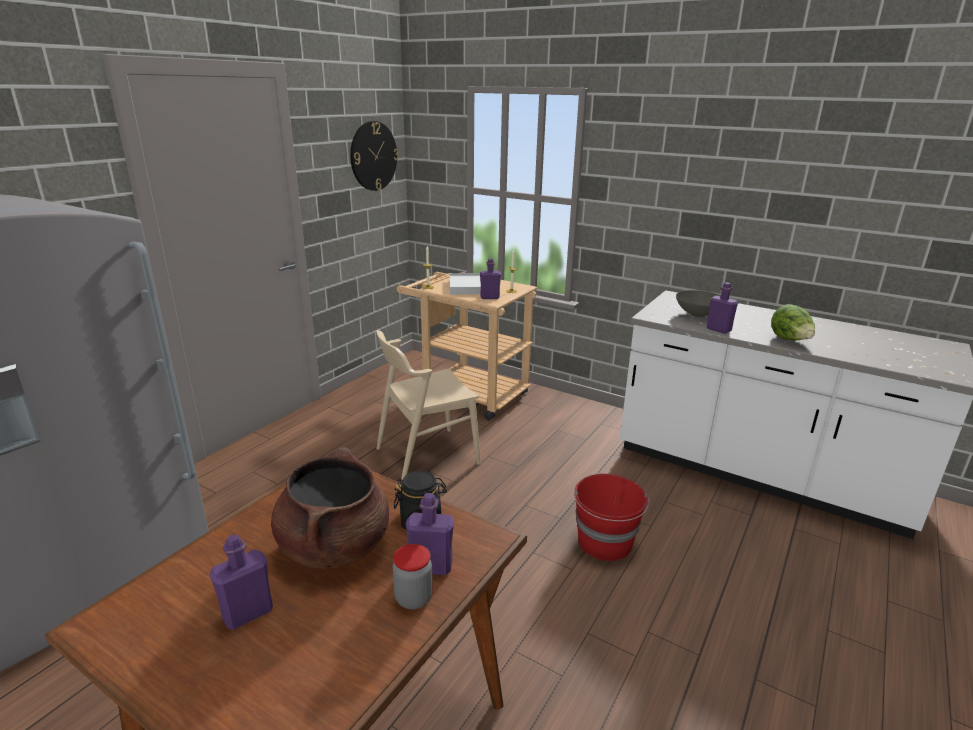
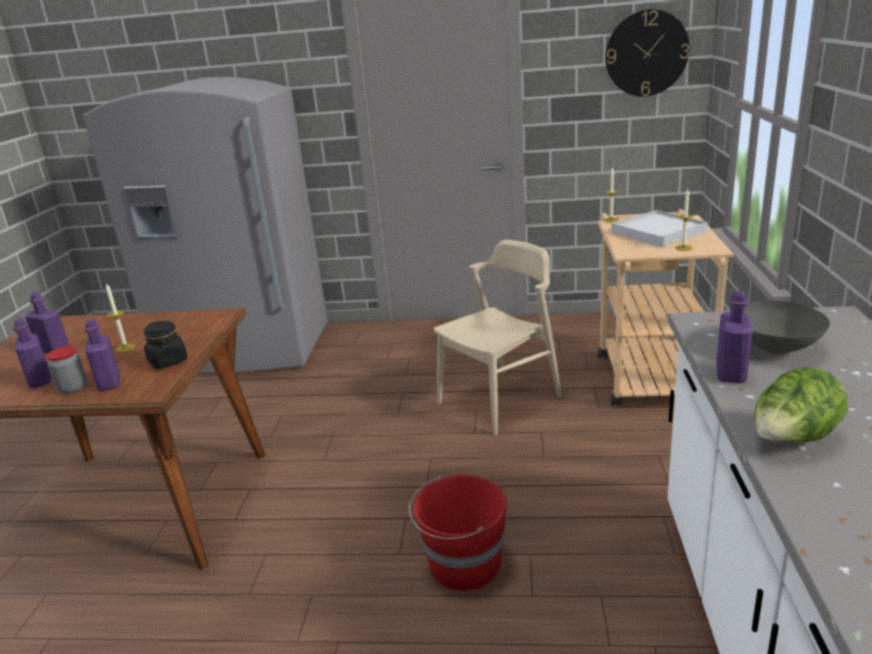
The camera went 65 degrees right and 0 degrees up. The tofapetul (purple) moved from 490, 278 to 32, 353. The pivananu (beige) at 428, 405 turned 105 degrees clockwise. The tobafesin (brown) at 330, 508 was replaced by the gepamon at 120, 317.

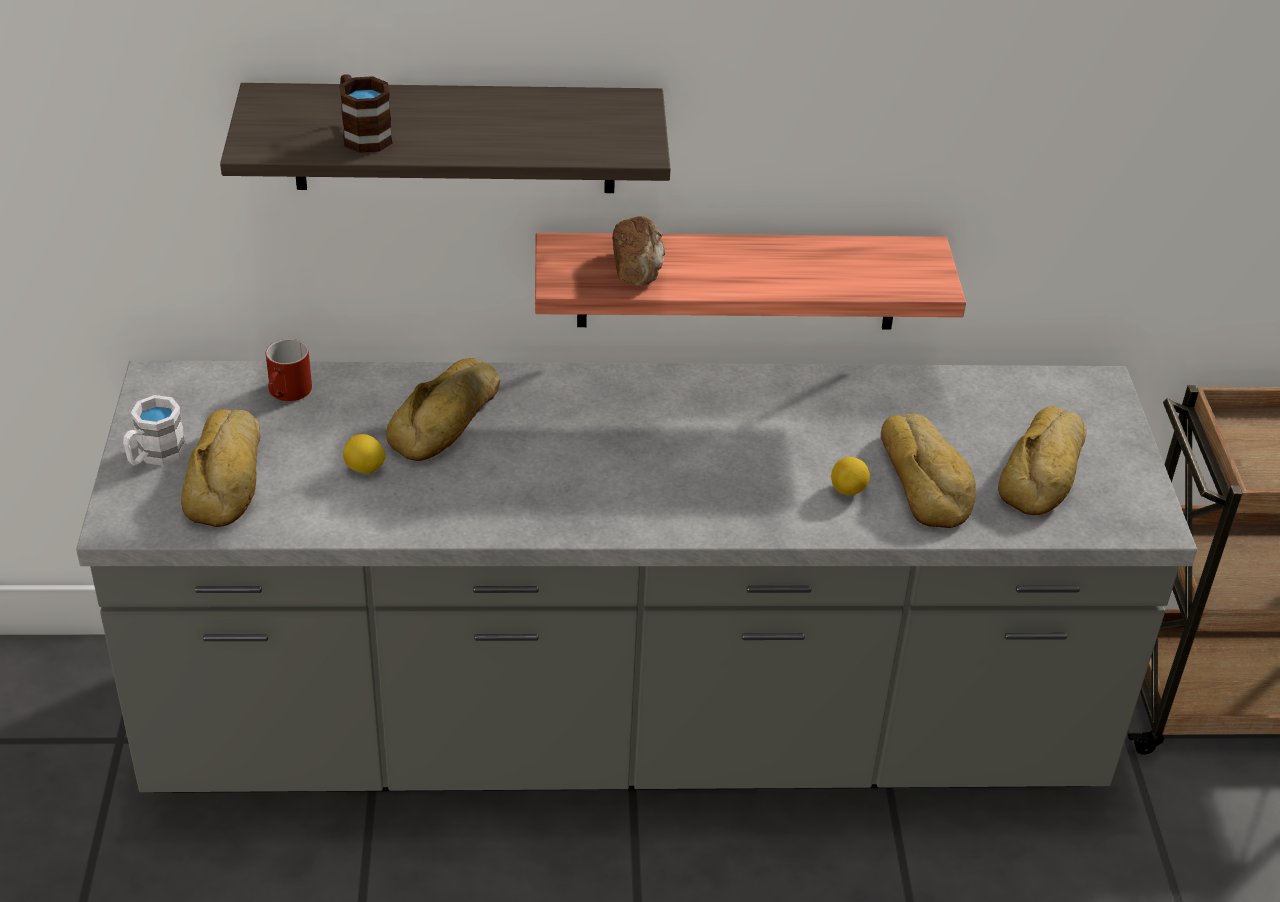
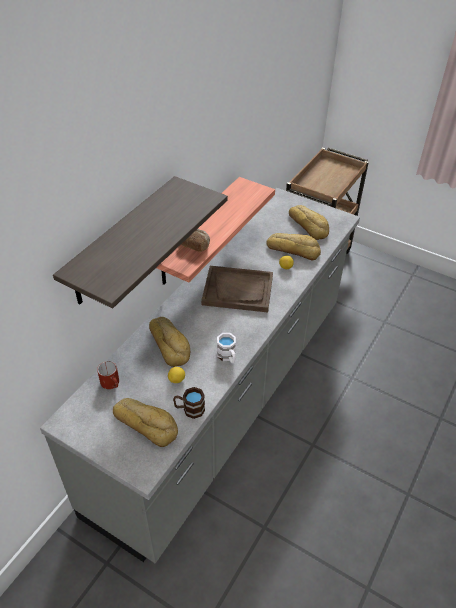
The camera went 55 degrees left and 5 degrees up. The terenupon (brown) moved from 365, 113 to 189, 403. The terenupon (white) moved from 155, 430 to 226, 348. The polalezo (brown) at 237, 289 appeared.

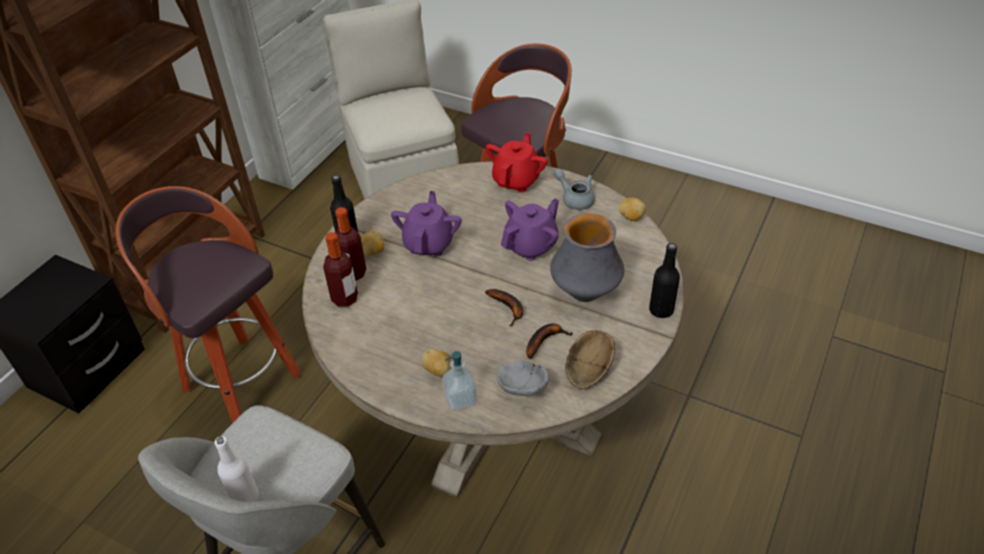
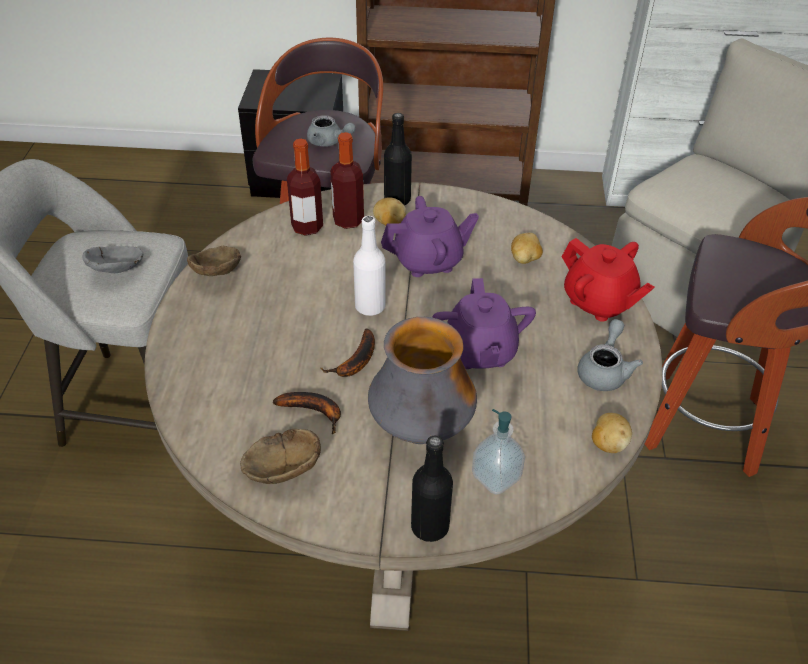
The camera went 65 degrees right and 0 degrees up. The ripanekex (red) at 517, 162 turned 45 degrees clockwise. The ripanekex (purple) at 530, 229 turned 60 degrees clockwise. The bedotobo moved from 436, 362 to 527, 248. The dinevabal moved from 459, 381 to 498, 452. The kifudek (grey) moved from 523, 378 to 112, 259. The tofapetul (white) moved from 236, 469 to 369, 266. The ripanekex (grey) at 331, 131 appeared. The kifudek (brown) at 214, 261 appeared.

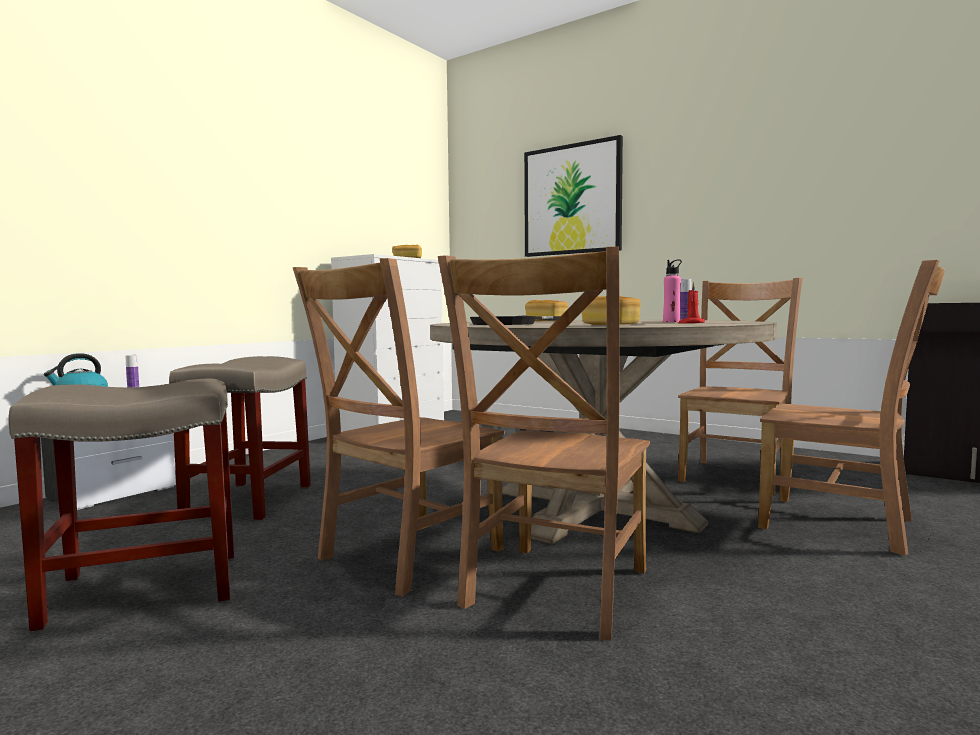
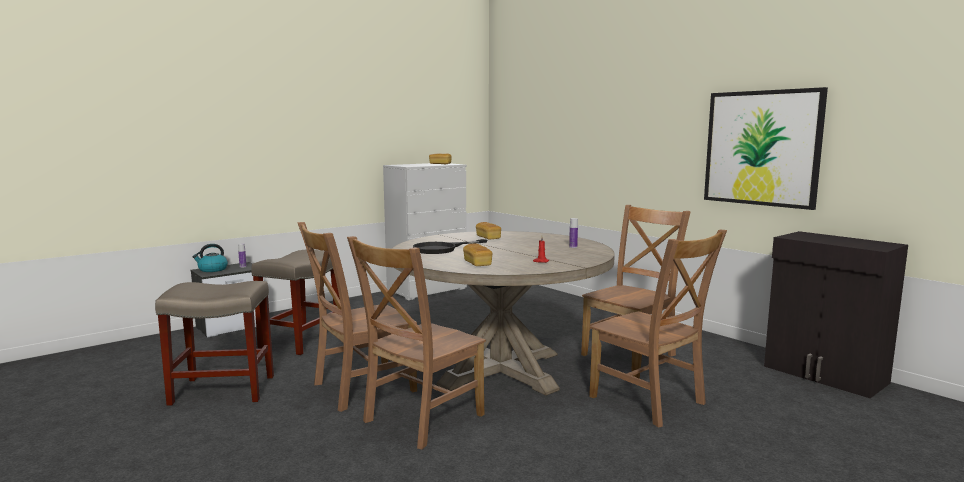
The camera went 15 degrees right and 5 degrees up. The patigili moved from 573, 196 to 766, 148. The tofapetul (pink) at 672, 290 disappeared.

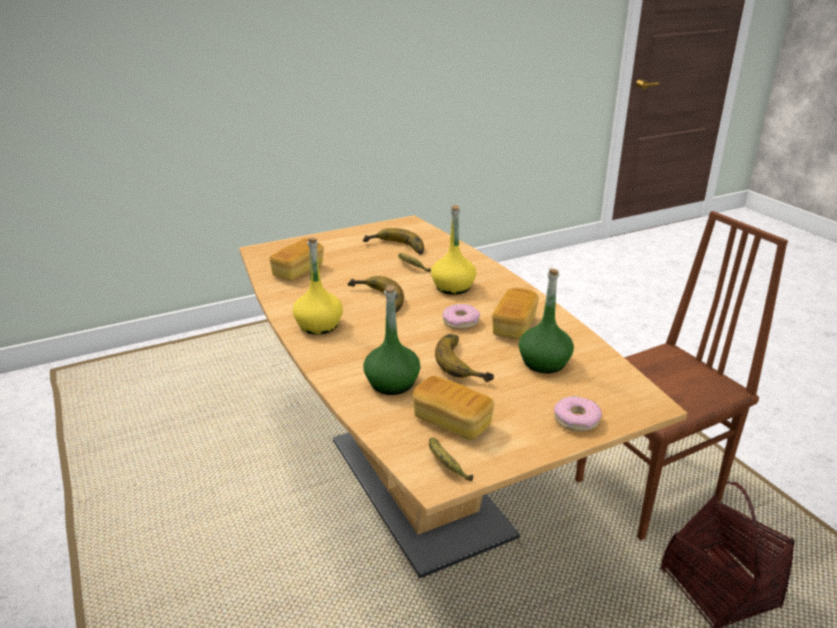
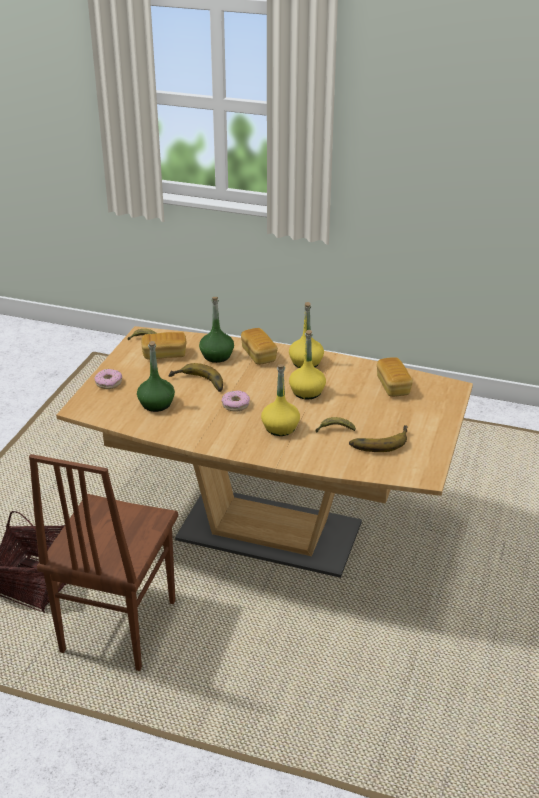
The camera went 135 degrees right and 5 degrees up. The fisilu at 375, 294 was replaced by the tofapetul (yellow) at 307, 364. The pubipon moved from 515, 314 to 259, 346.

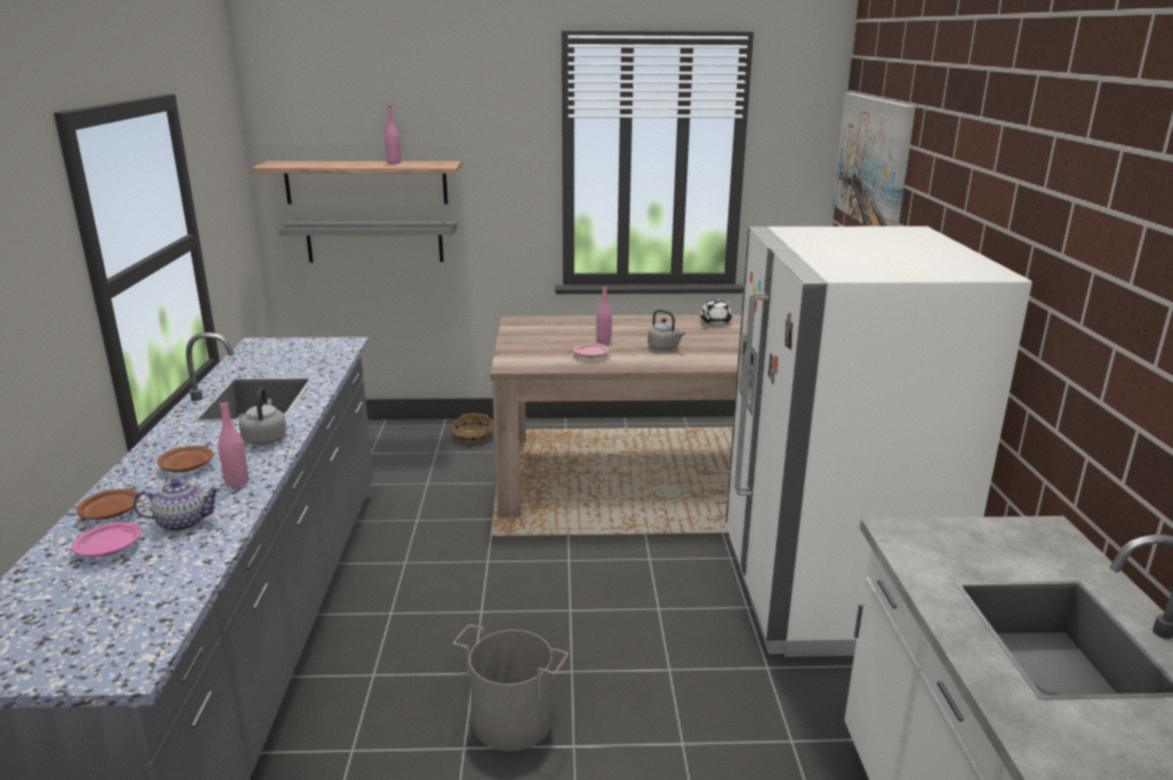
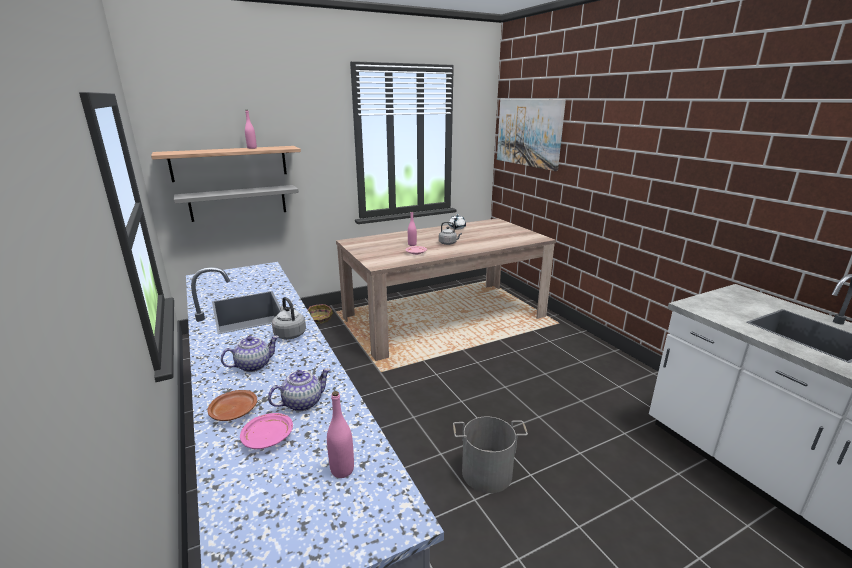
The camera went 25 degrees left and 0 degrees up. The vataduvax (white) at 879, 441 disappeared. The tofapetul (pink) moved from 233, 443 to 340, 434. The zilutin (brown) at 185, 459 was replaced by the ripanekex at 250, 354.

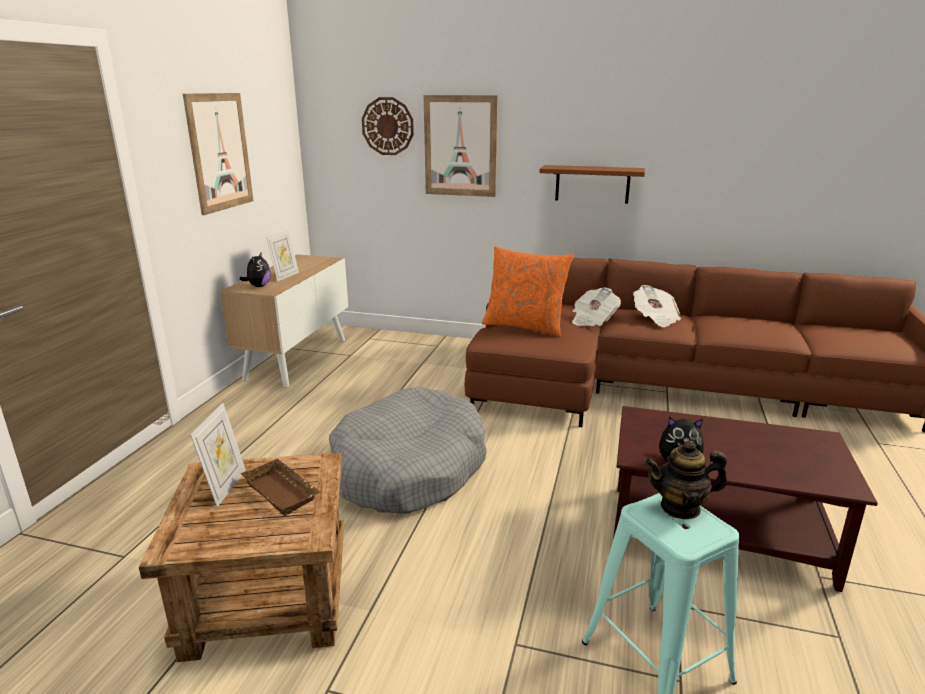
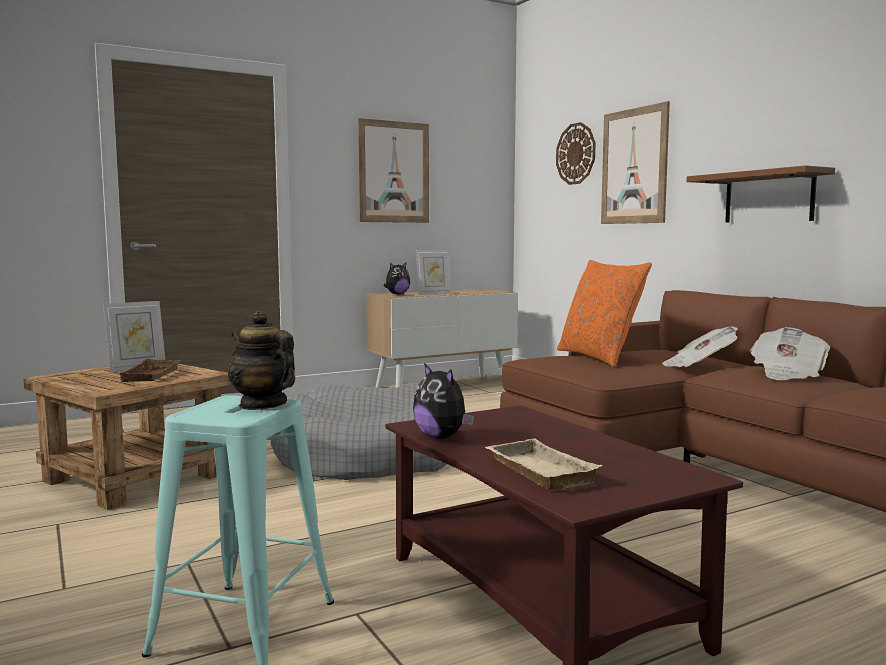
The camera went 45 degrees right and 15 degrees down. The polalezo (beige) at 543, 464 appeared.

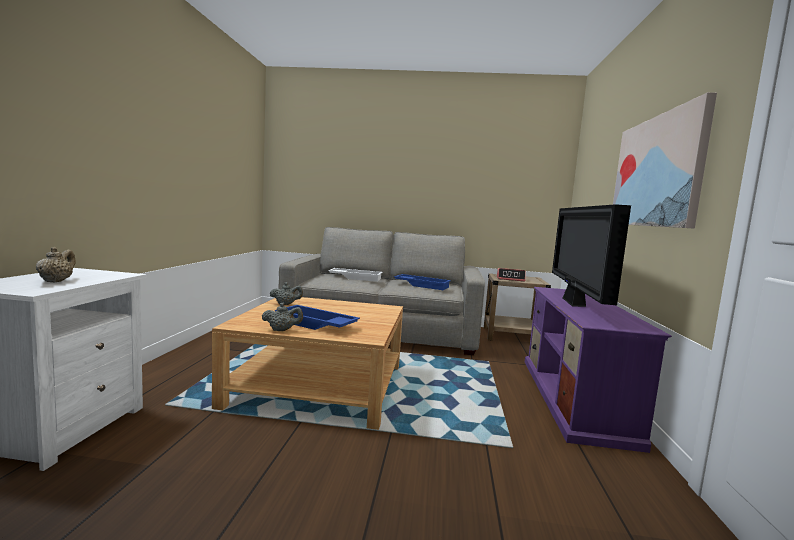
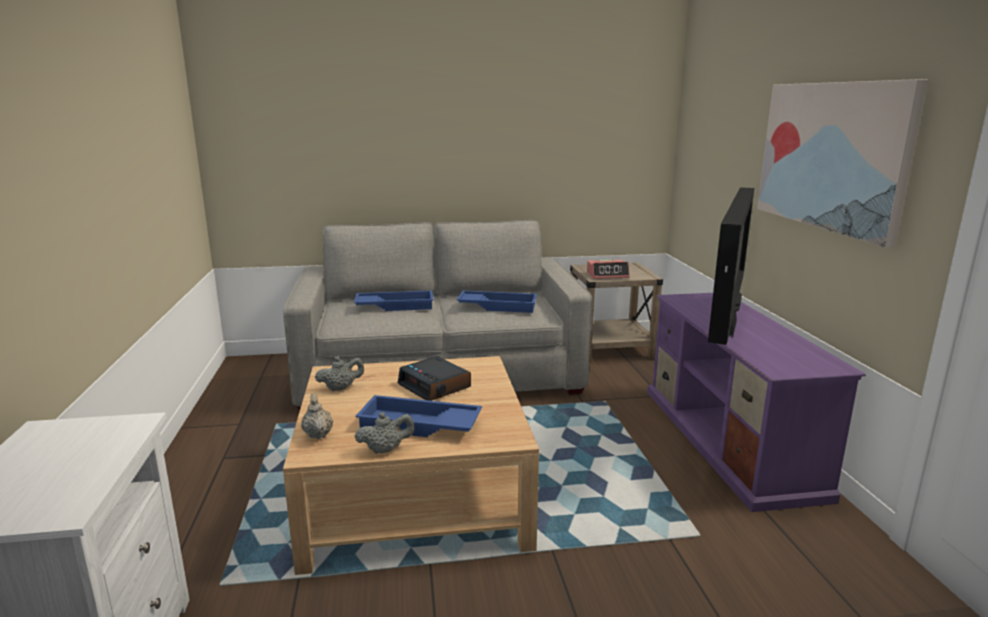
The camera went 15 degrees left and 10 degrees up. The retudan at 591, 255 turned 150 degrees counterclockwise. The ripanekex (beige) moved from 56, 265 to 317, 416. The polalezo (white) at 355, 275 became the polalezo (blue) at 394, 301. The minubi at 434, 378 appeared.

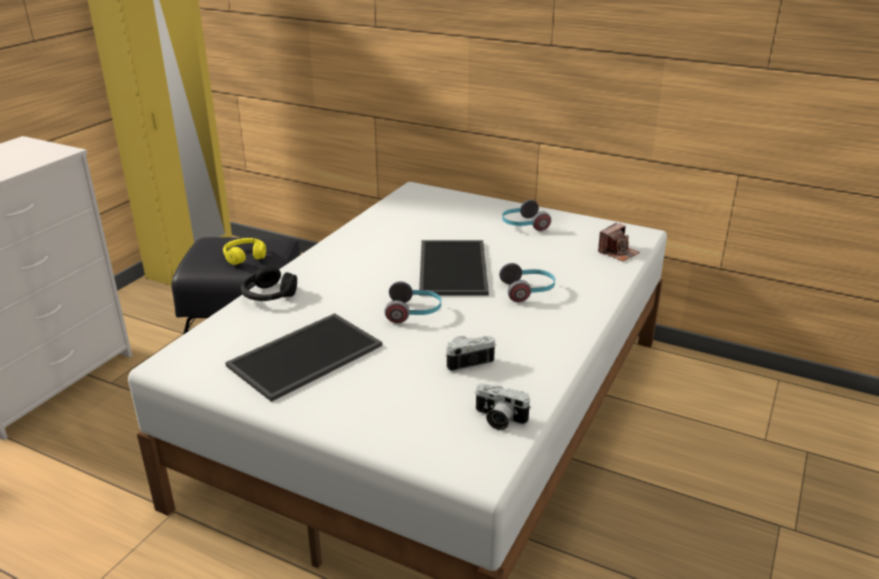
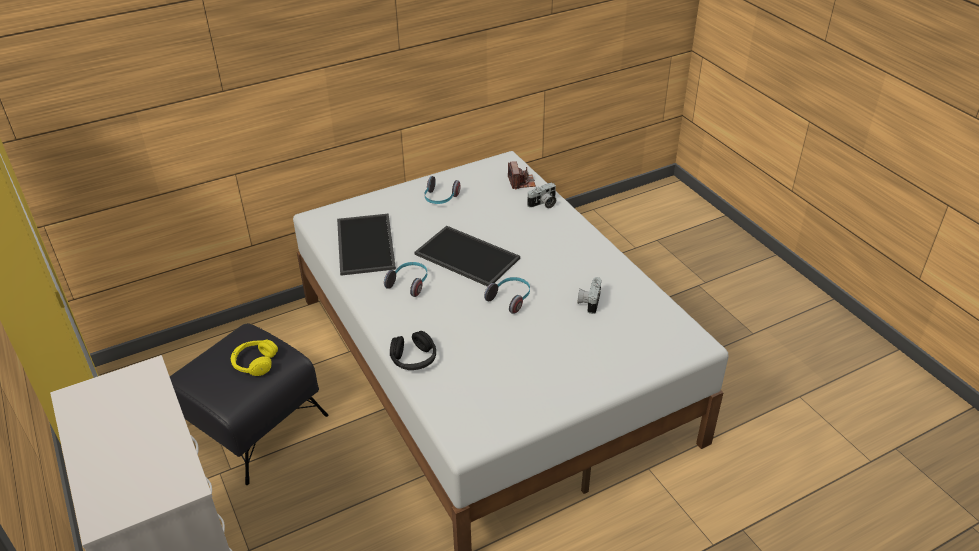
The camera went 55 degrees left and 10 degrees up. The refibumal moved from 527, 282 to 405, 279. The polalezo moved from 303, 357 to 366, 244. The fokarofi moved from 503, 406 to 541, 195.

